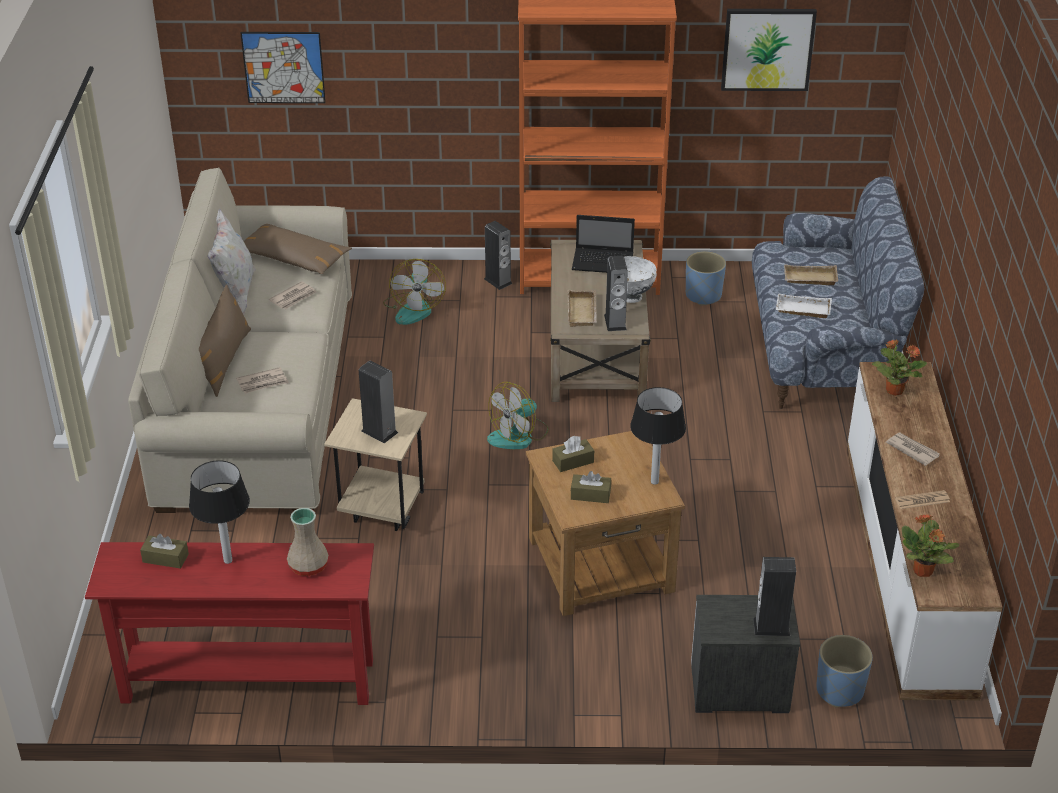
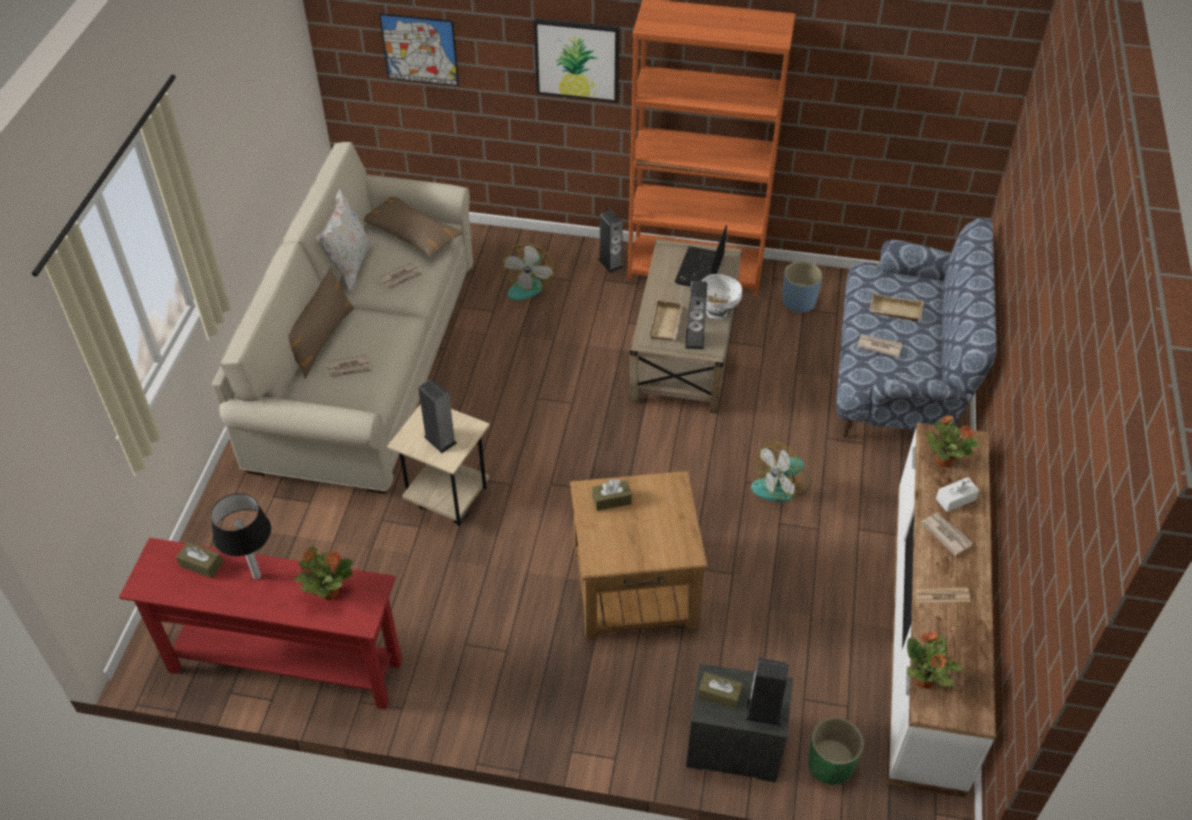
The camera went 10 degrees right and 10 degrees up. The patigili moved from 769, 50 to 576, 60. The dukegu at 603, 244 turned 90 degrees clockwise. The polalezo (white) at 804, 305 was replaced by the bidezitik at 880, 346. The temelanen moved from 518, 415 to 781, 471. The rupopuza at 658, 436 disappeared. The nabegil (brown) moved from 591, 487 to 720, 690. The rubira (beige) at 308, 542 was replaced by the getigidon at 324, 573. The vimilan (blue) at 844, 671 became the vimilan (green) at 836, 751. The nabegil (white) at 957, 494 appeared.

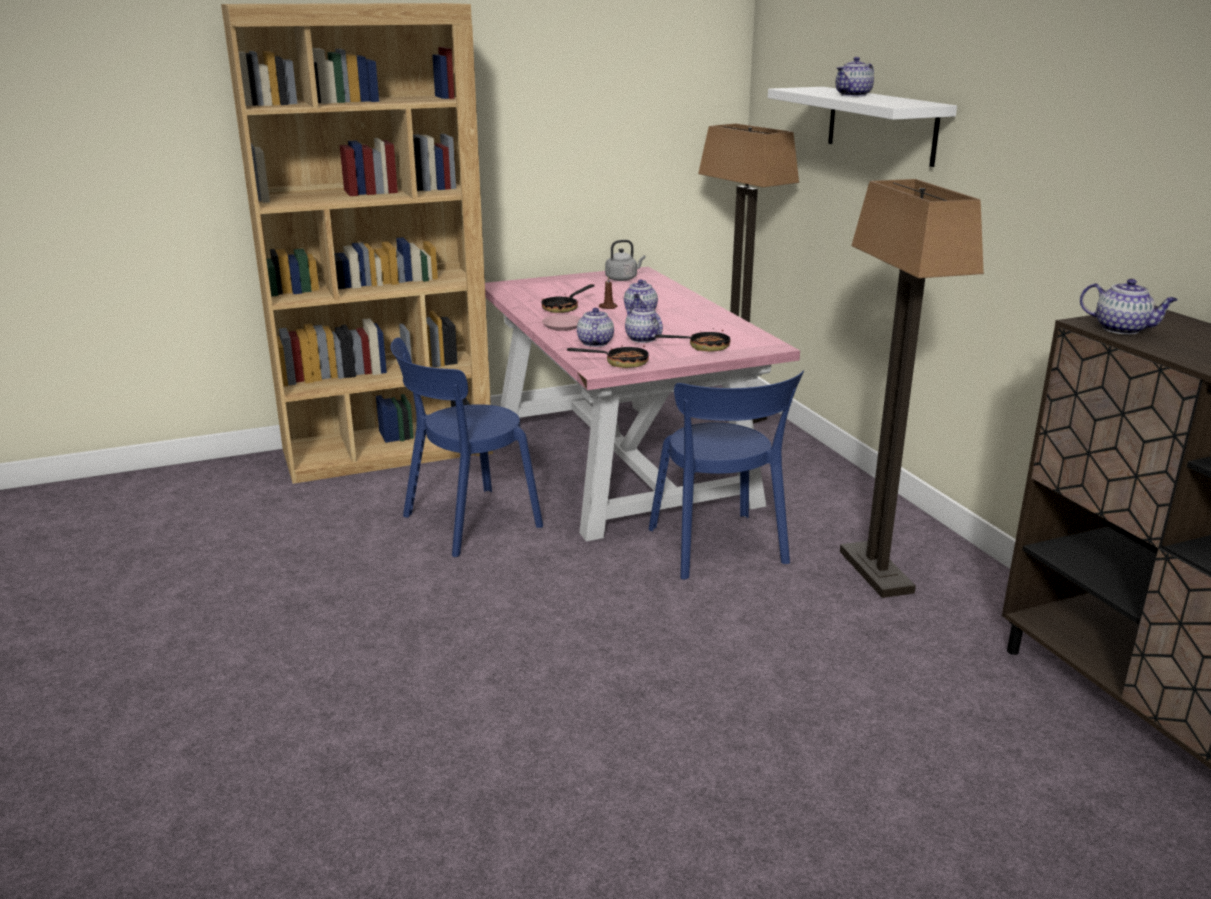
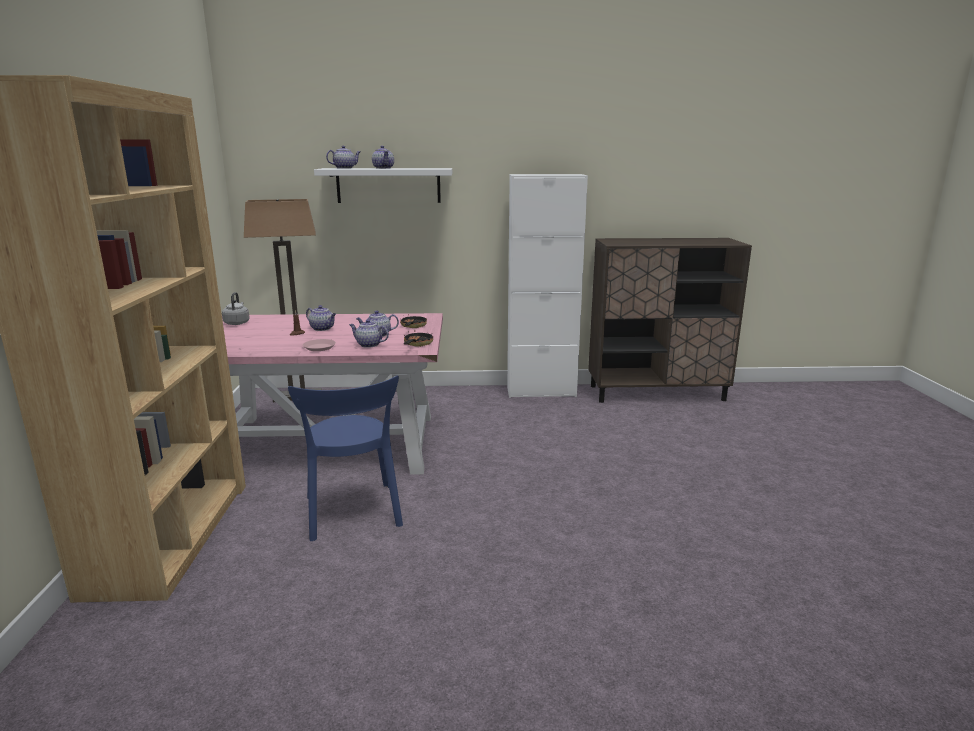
The camera went 70 degrees left and 5 degrees down. The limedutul at 912, 388 disappeared. The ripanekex moved from 1129, 307 to 343, 157. The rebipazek at 568, 298 disappeared. The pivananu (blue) at 726, 475 disappeared. The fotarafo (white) at 547, 286 appeared.

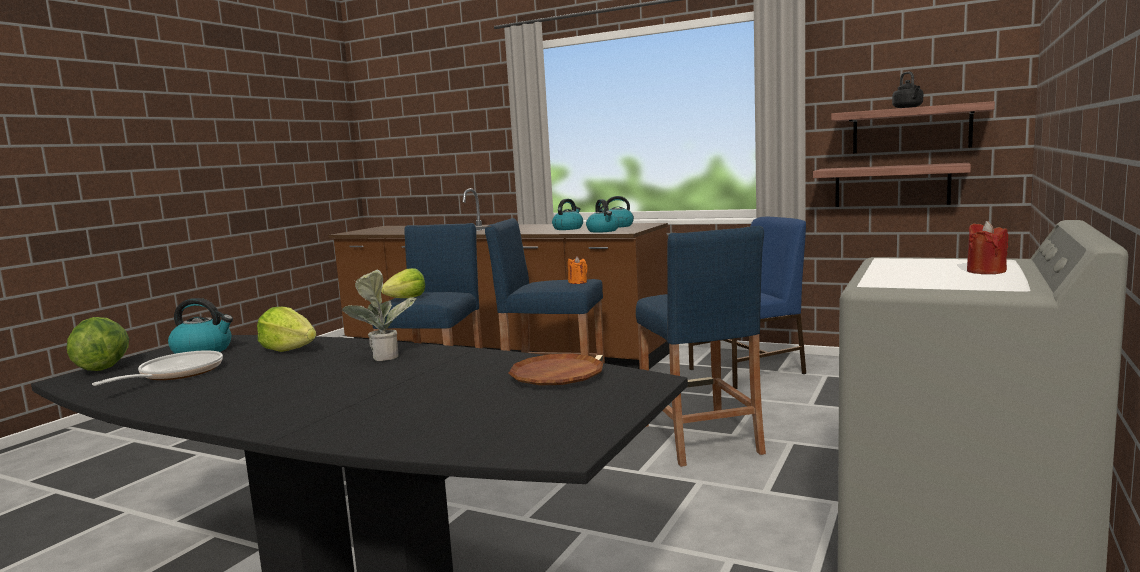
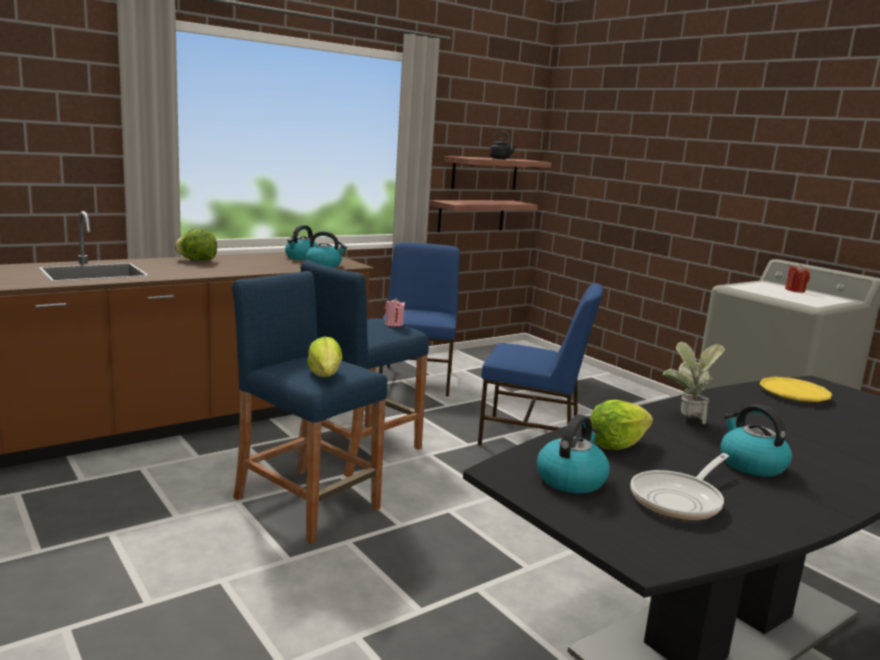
The camera went 65 degrees left and 5 degrees up. The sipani moved from 567, 214 to 756, 440. The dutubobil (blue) at 701, 346 was replaced by the pivananu (blue) at 540, 364. The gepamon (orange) at 578, 270 became the gepamon (pink) at 395, 312. The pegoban moved from 97, 344 to 195, 244. The rebipazek at 157, 368 turned 90 degrees counterclockwise. The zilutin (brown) at 556, 369 became the zilutin (yellow) at 795, 389.

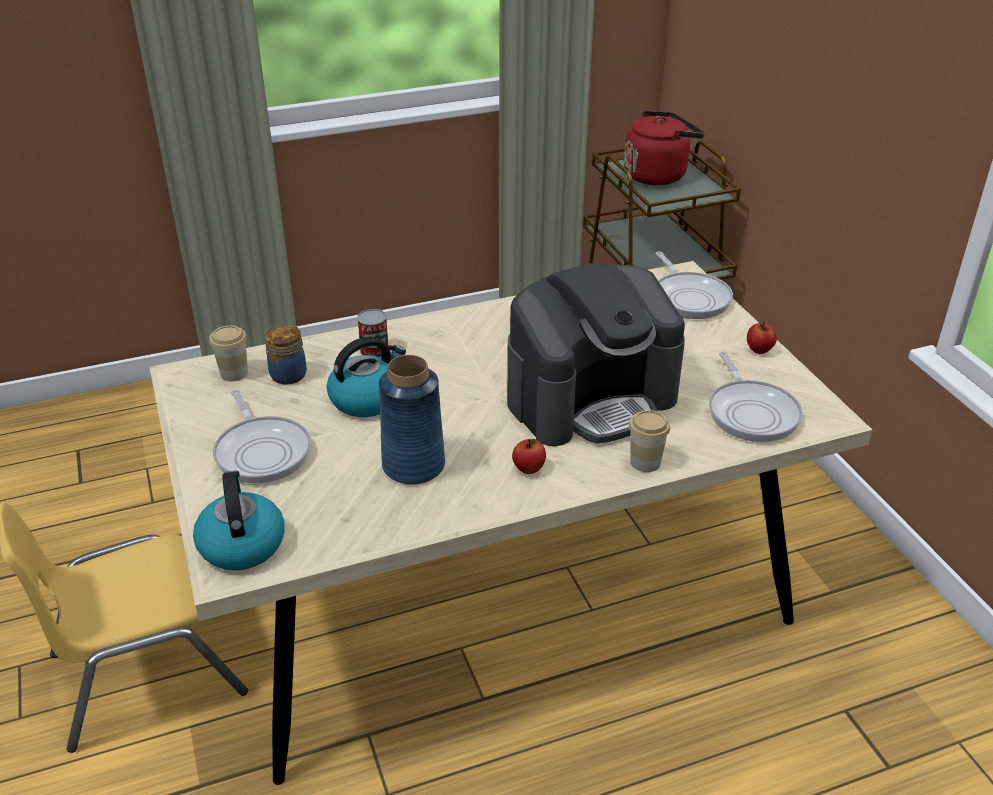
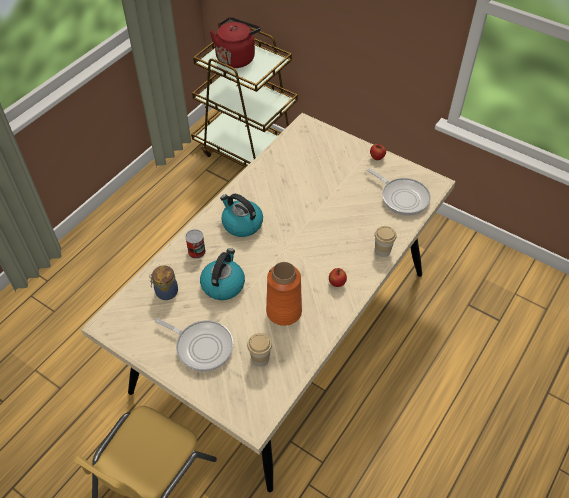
The camera went 35 degrees left and 15 degrees up. The rebipazek at 694, 285 disappeared. The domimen at 596, 354 disappeared. The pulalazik moved from 228, 353 to 259, 350. The rubira (blue) at 412, 419 became the rubira (orange) at 284, 294. The sipani moved from 239, 520 to 241, 215.

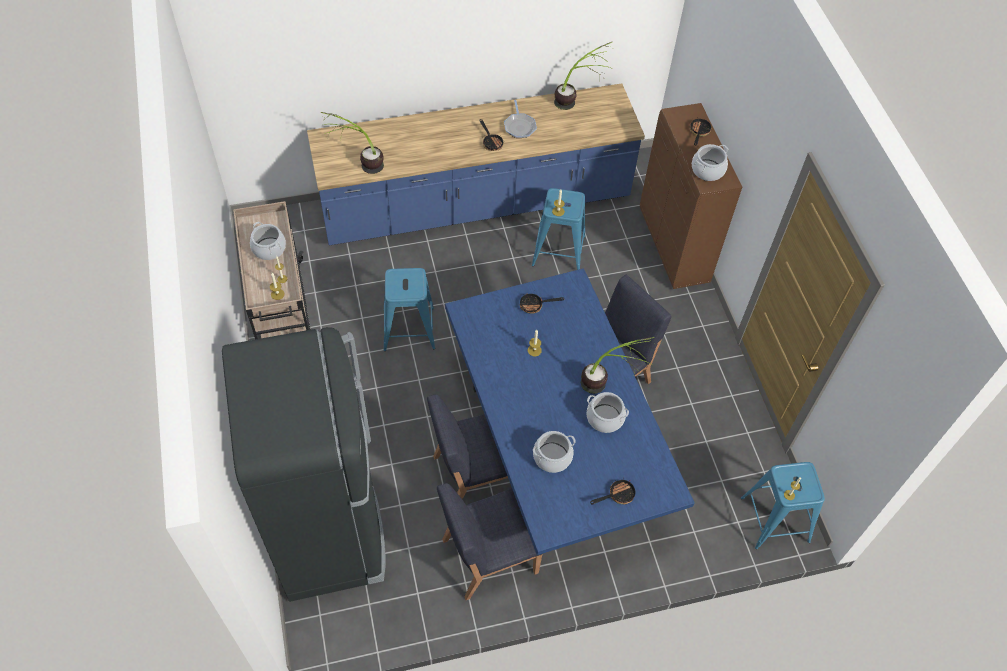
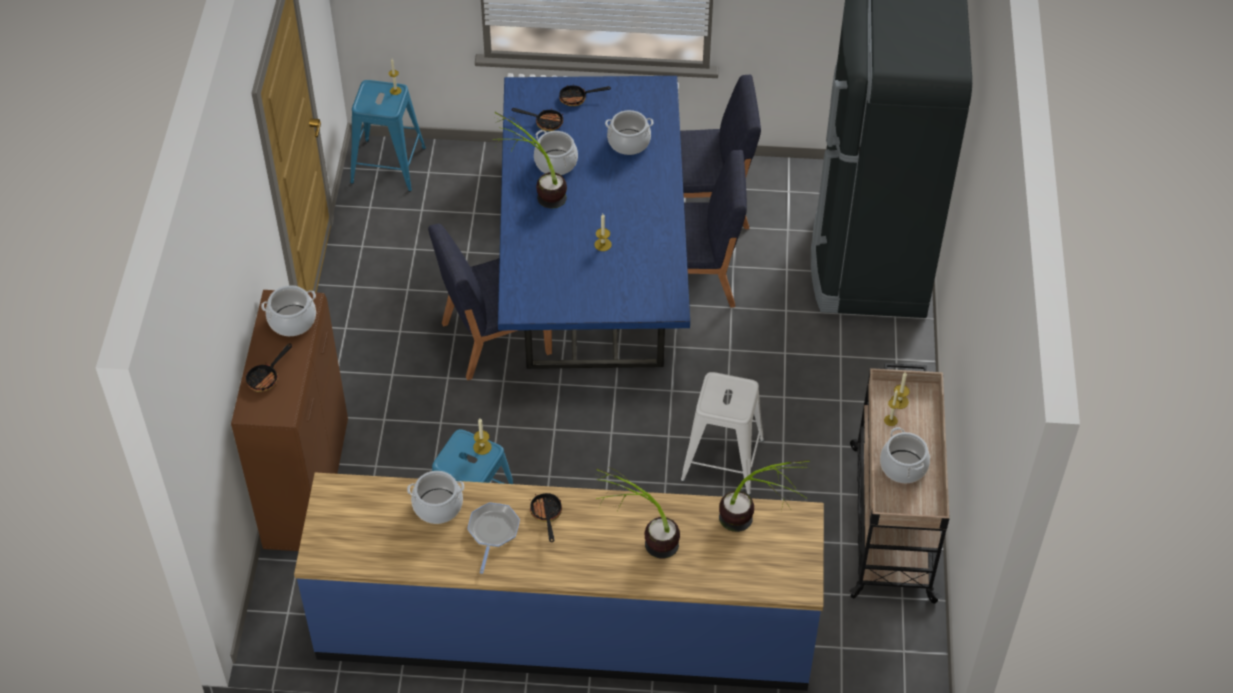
The camera went 160 degrees left and 5 degrees down. The getigidon moved from 583, 76 to 638, 513. The dutubobil (blue) at 409, 309 became the dutubobil (white) at 722, 433. The rebipazek moved from 542, 304 to 537, 119. The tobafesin at 435, 497 appeared.

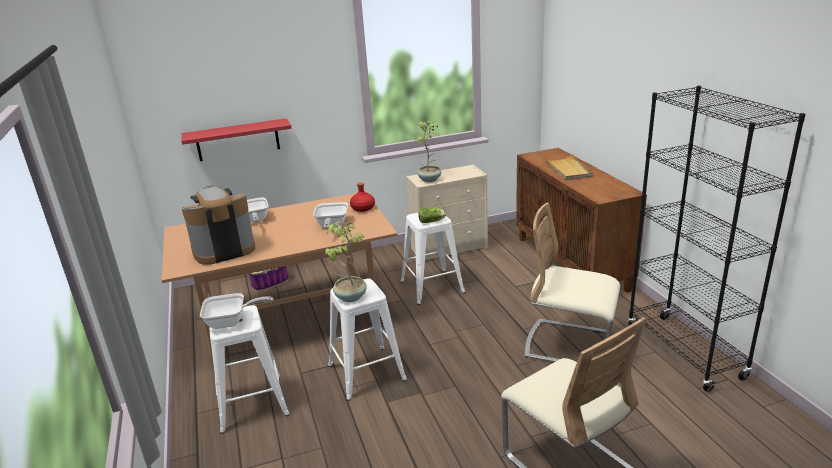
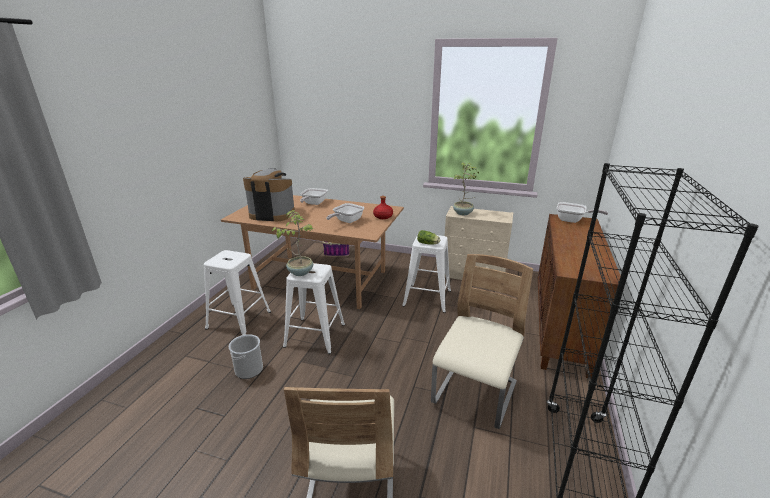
The camera went 35 degrees right and 0 degrees up. The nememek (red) at 236, 139 disappeared. The polalezo (beige) at 568, 167 disappeared. The pivananu (beige) at 572, 282 turned 60 degrees clockwise. The rebipazek moved from 236, 311 to 582, 212. The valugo at 246, 356 appeared.

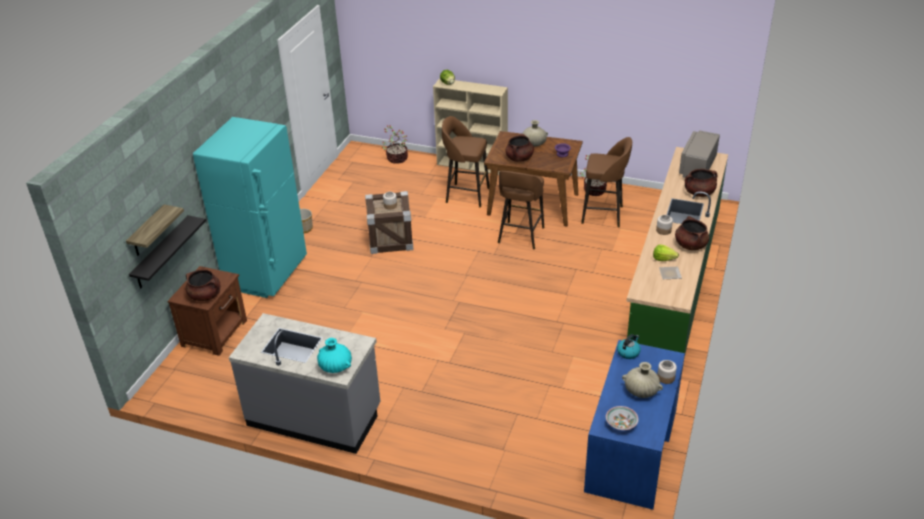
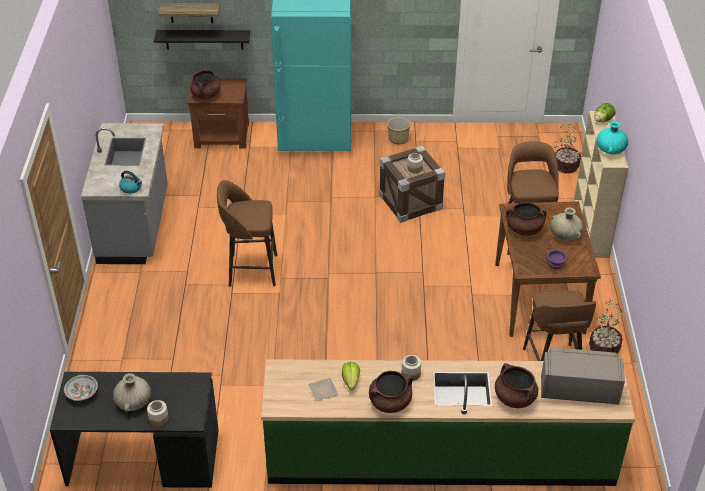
The camera went 70 degrees right and 5 degrees up. The dutubobil (brown) moved from 521, 210 to 247, 233. The sipani moved from 629, 346 to 130, 182. The rubira (turquoise) moved from 334, 355 to 612, 137. The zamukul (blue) at 634, 425 became the zamukul (black) at 134, 430.

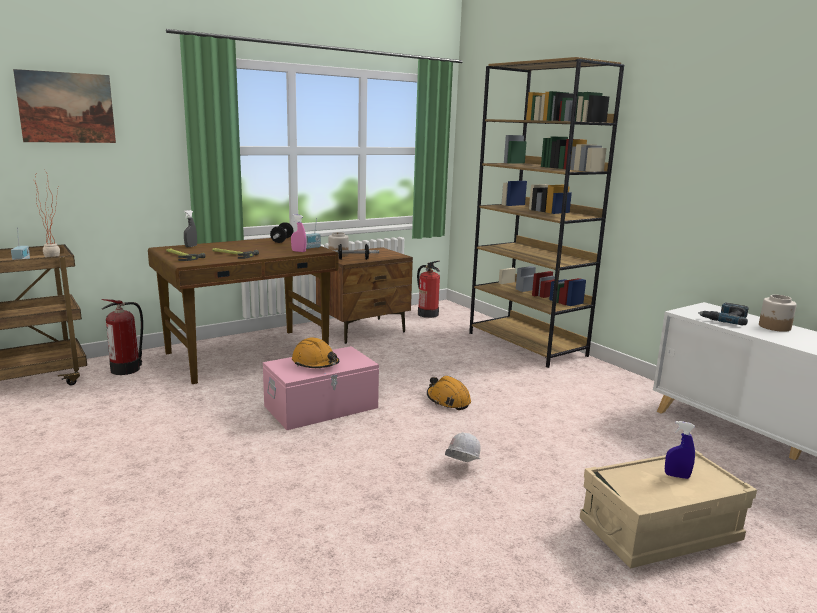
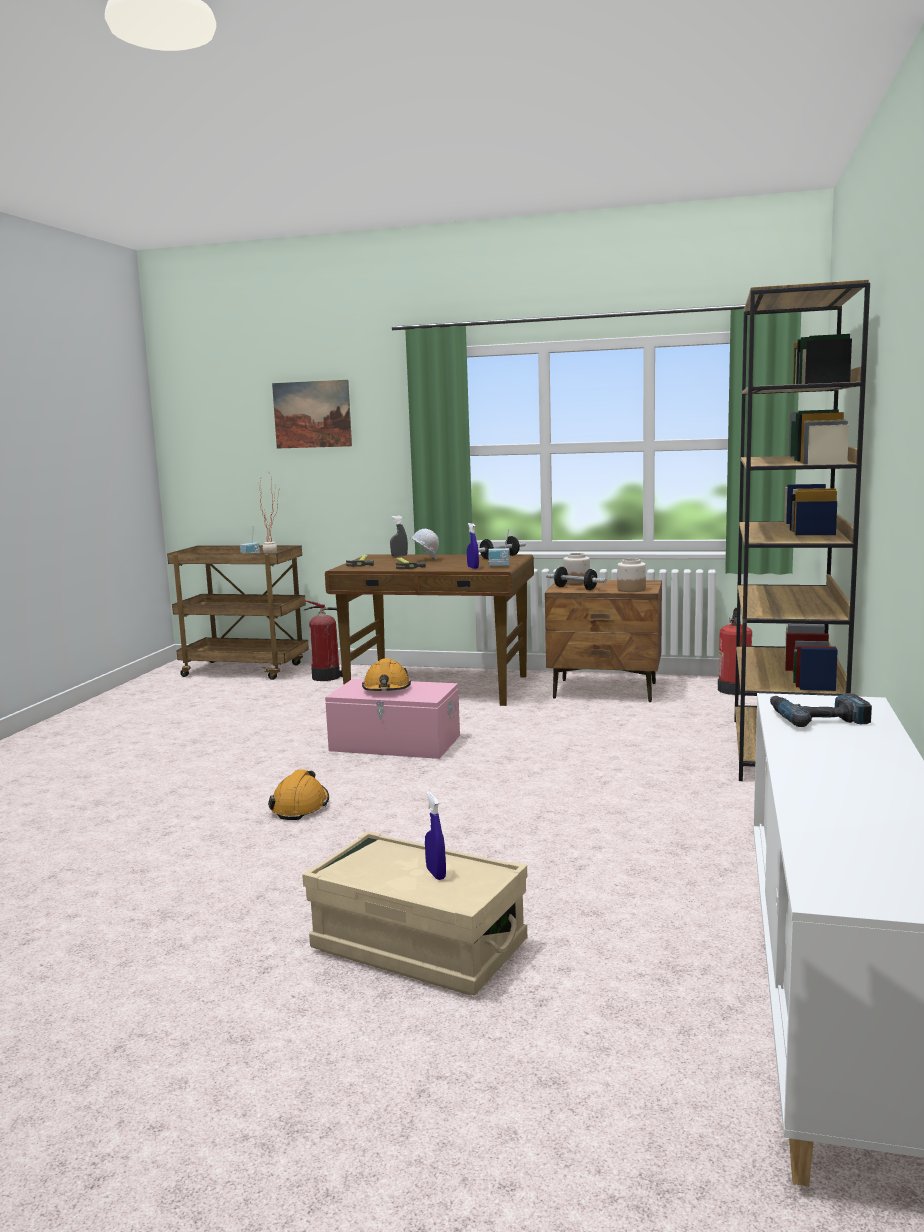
The camera went 50 degrees right and 5 degrees down. The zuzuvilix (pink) at 299, 233 became the zuzuvilix (blue) at 473, 546. The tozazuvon moved from 778, 313 to 631, 575. The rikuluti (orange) moved from 449, 393 to 298, 794. The rikuluti (white) moved from 463, 447 to 425, 544.

